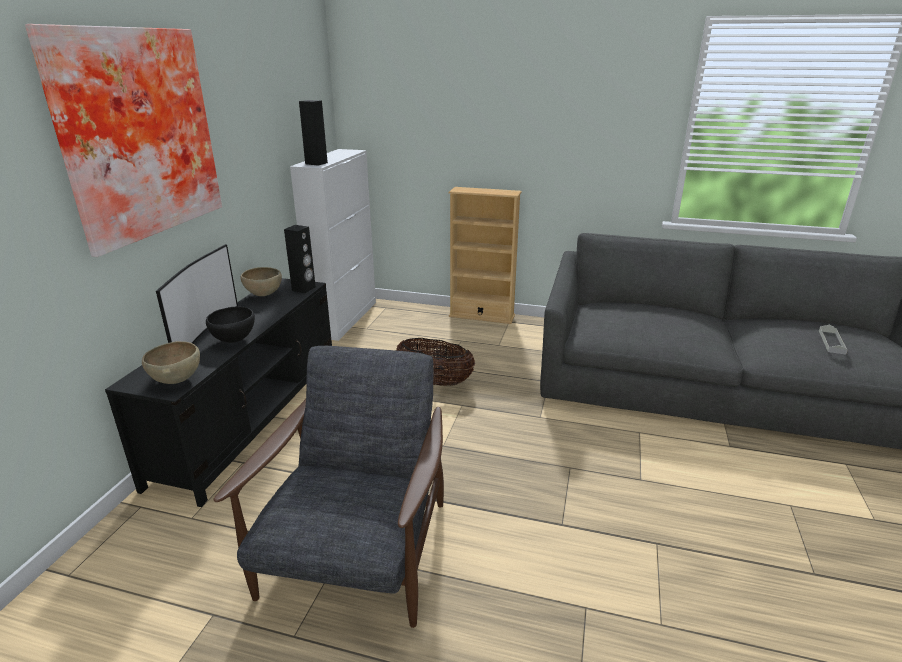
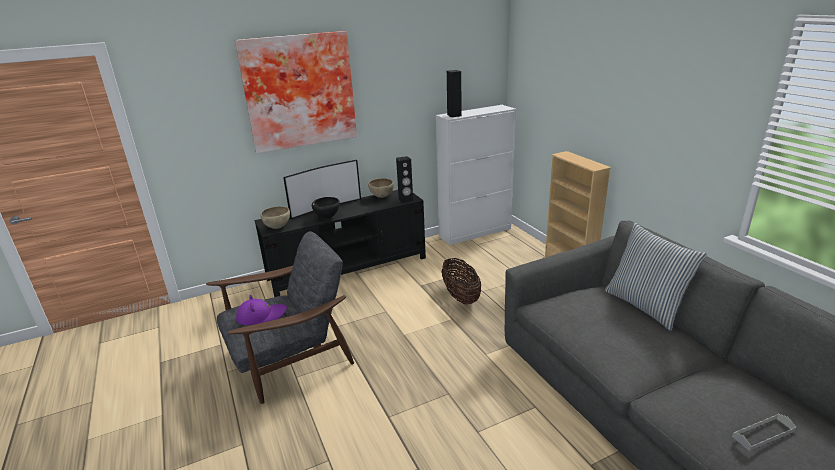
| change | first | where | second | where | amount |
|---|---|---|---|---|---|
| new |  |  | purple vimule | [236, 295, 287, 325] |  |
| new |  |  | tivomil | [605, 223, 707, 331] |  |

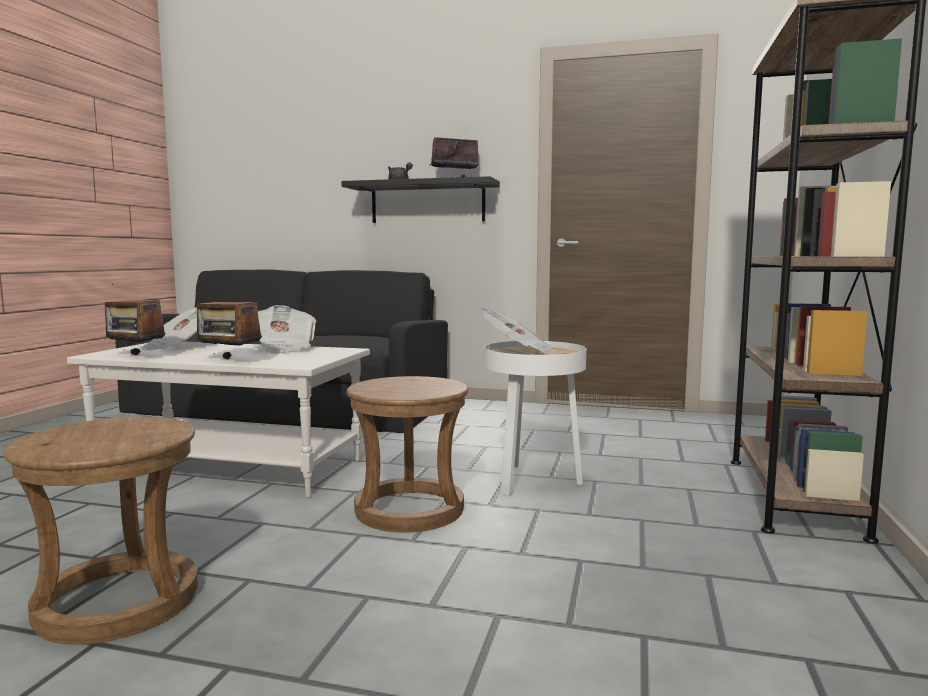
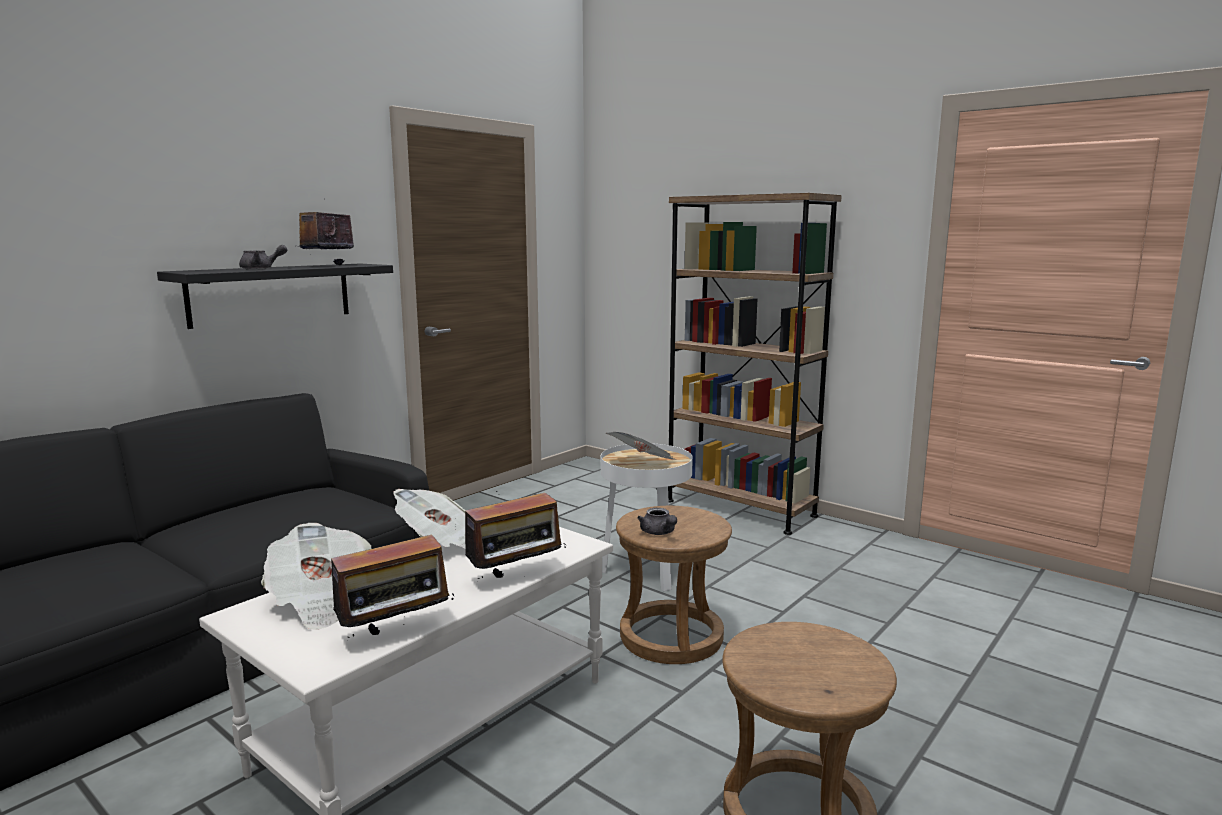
| change | first | where | second | where | amount |
|---|---|---|---|---|---|
| new |  |  | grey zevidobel | [637, 508, 677, 535] |  |

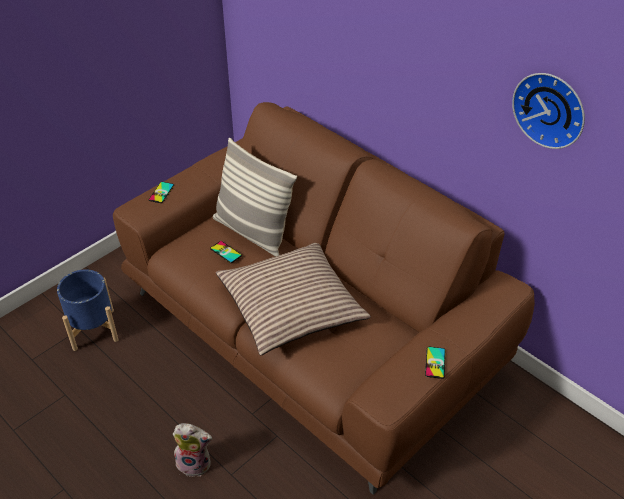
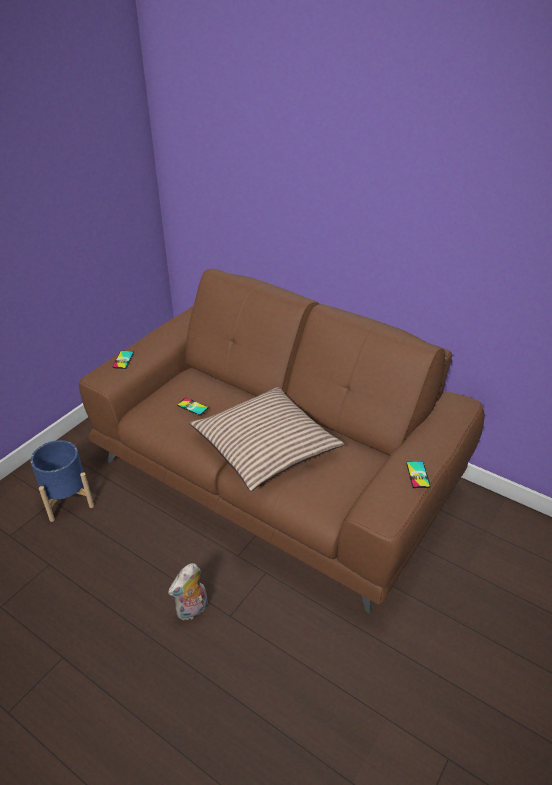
| change | first | where | second | where | amount |
|---|---|---|---|---|---|
| gone | tivomil | [213, 138, 297, 257] |  |  |  |
| gone | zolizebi | [512, 73, 585, 149] |  |  |  |
| rotated | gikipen | [173, 423, 212, 477] |  | [168, 563, 208, 620] | 135 degrees clockwise |

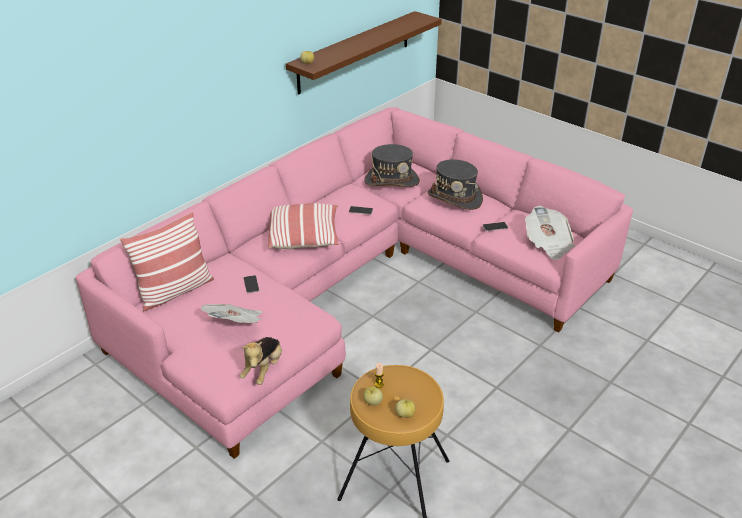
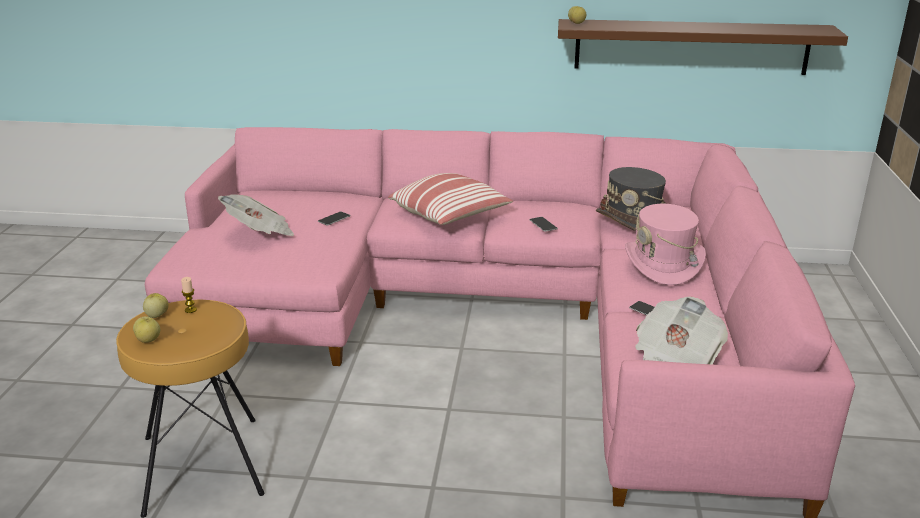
| change | first | where | second | where | amount |
|---|---|---|---|---|---|
| gone | tivomil | [120, 212, 214, 311] |  |  |  |
| gone | gikipen | [240, 337, 282, 385] |  |  |  |
| repainted | grey vimule | [427, 159, 483, 210] | pink vimule | [625, 204, 706, 285] |  |

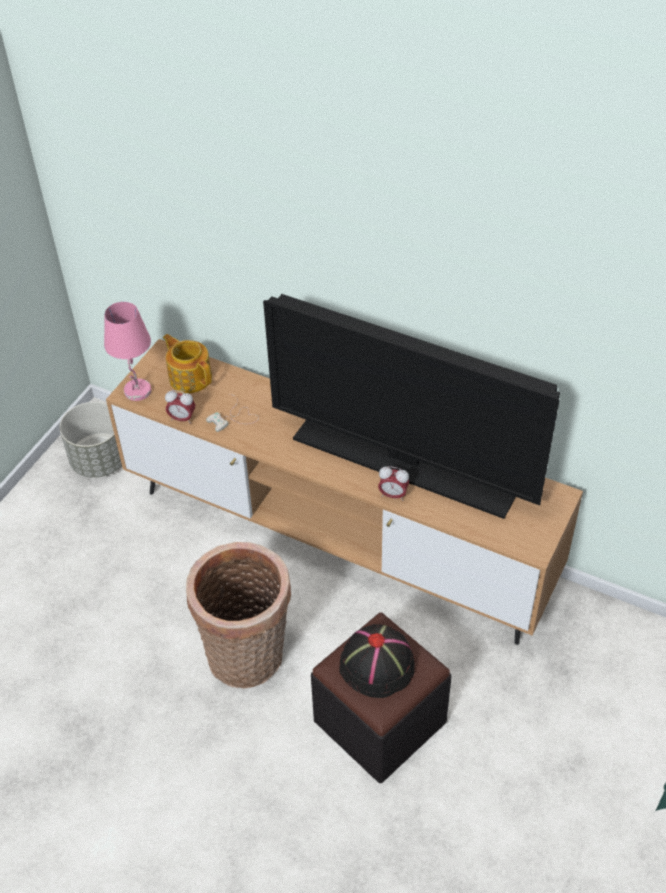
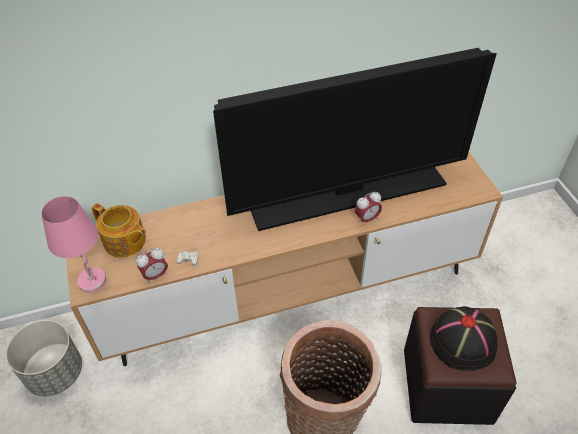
| change | first | where | second | where | amount |
|---|---|---|---|---|---|
| rotated | zevidobel | [163, 334, 212, 393] |  | [91, 203, 146, 257] | 150 degrees counterclockwise |

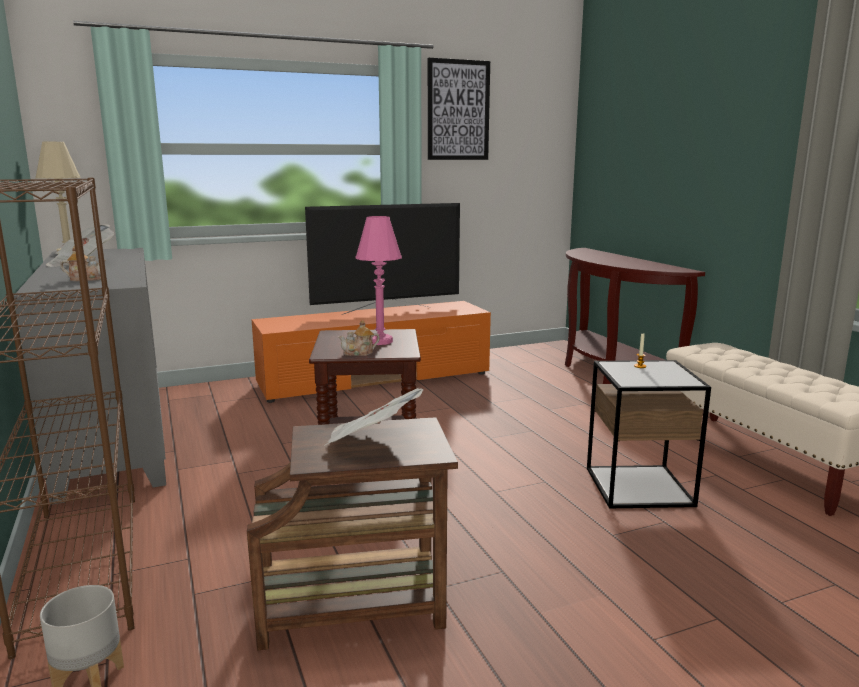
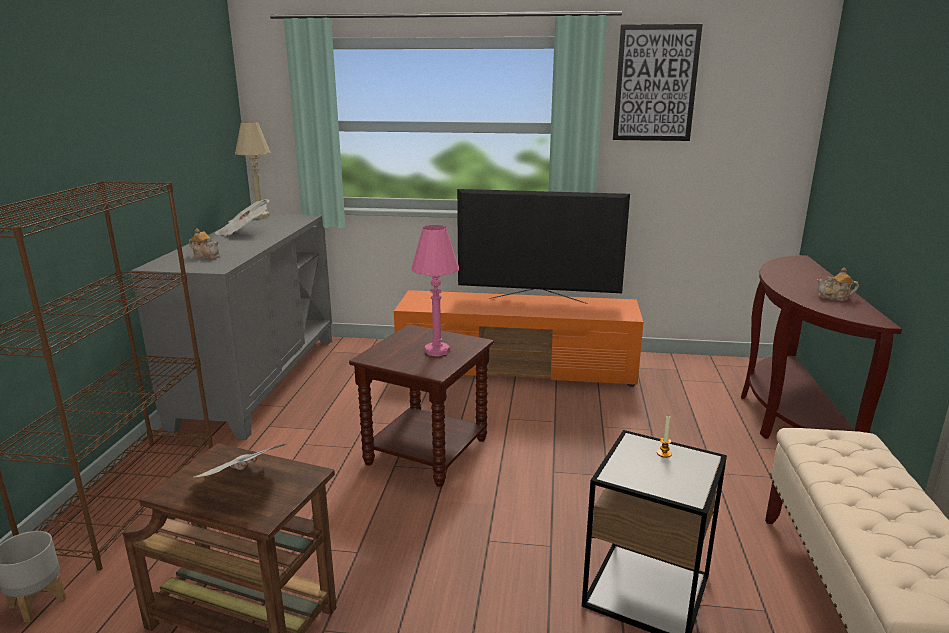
| change | first | where | second | where | amount |
|---|---|---|---|---|---|
| shifted | zevidobel | [339, 320, 380, 356] |  | [817, 267, 859, 301] |  |

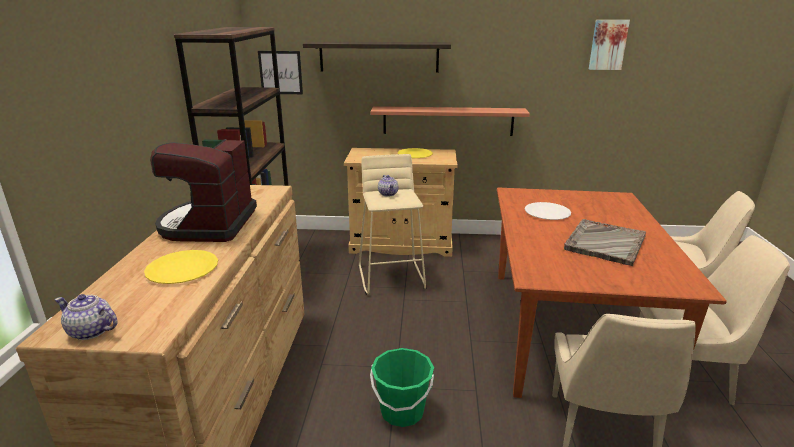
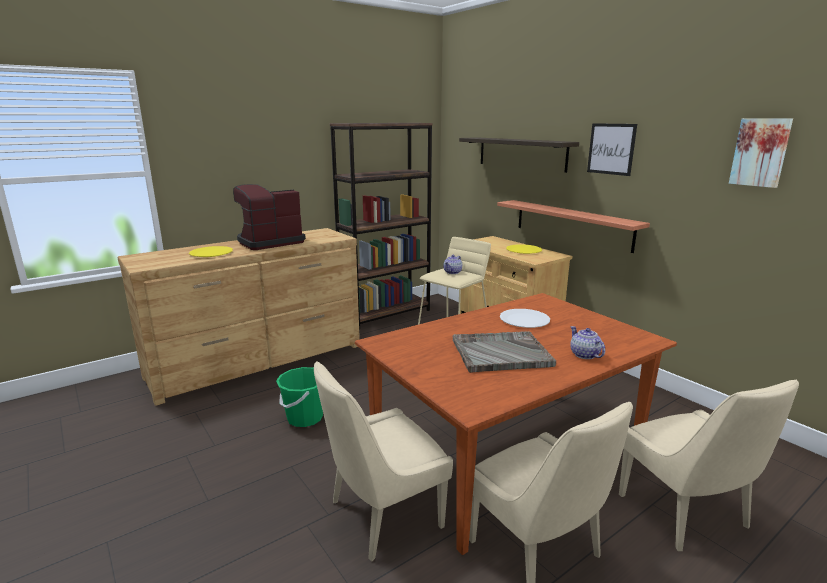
| change | first | where | second | where | amount |
|---|---|---|---|---|---|
| shifted | zevidobel | [54, 294, 117, 340] |  | [570, 326, 605, 359] |  |
| shifted | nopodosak | [258, 51, 303, 94] |  | [587, 123, 637, 176] |  |

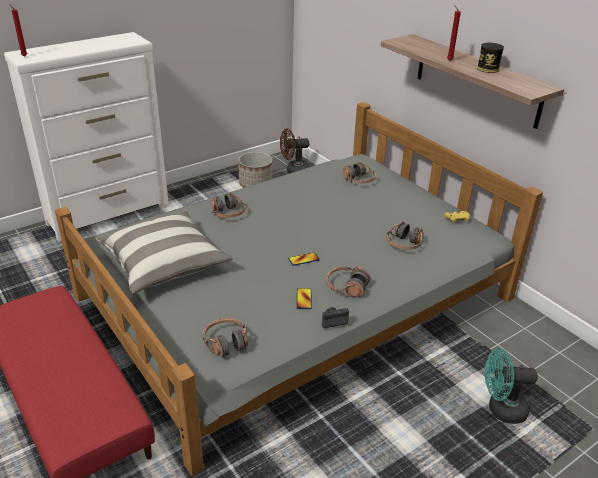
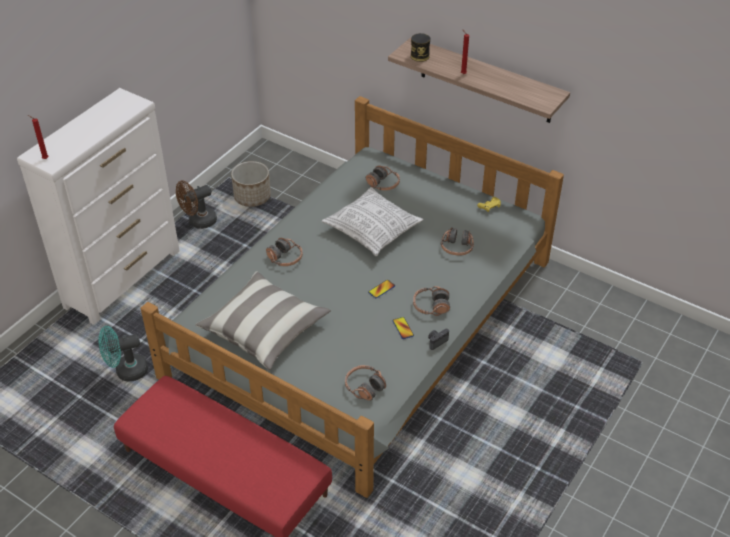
| change | first | where | second | where | amount |
|---|---|---|---|---|---|
| new |  |  | tivomil | [322, 187, 424, 256] |  |
| shifted | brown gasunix | [280, 129, 310, 173] |  | [176, 180, 217, 229] |  |
| shifted | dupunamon | [477, 43, 504, 73] |  | [411, 33, 430, 62] |  |
| shifted | turquoise gasunix | [485, 348, 537, 424] |  | [99, 326, 148, 381] |  |

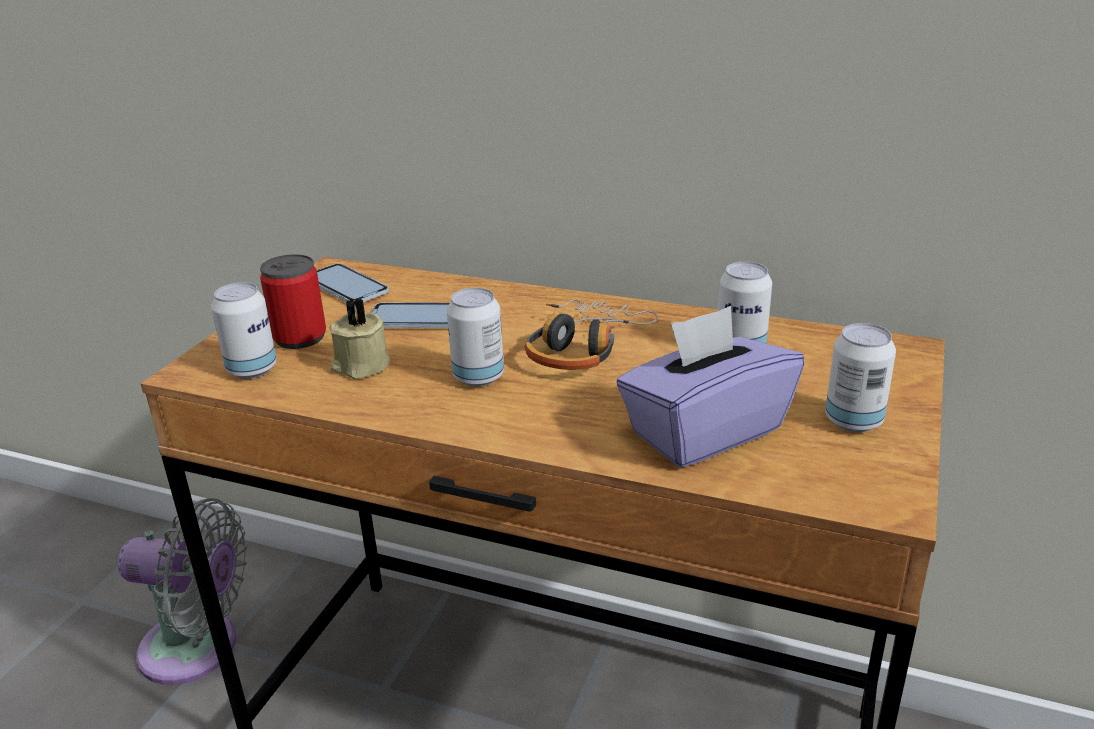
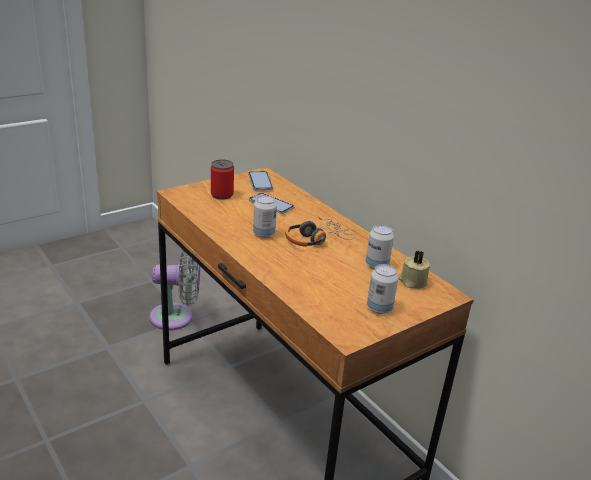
| change | first | where | second | where | amount |
|---|---|---|---|---|---|
| gone | dupunamon | [211, 282, 277, 379] |  |  |  |
| gone | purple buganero | [616, 306, 805, 467] |  |  |  |
| shifted | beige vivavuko | [329, 298, 391, 379] |  | [398, 250, 430, 289] |  |
| rotated | grey gasunix | [118, 498, 247, 685] |  | [149, 250, 200, 330] | 45 degrees counterclockwise |

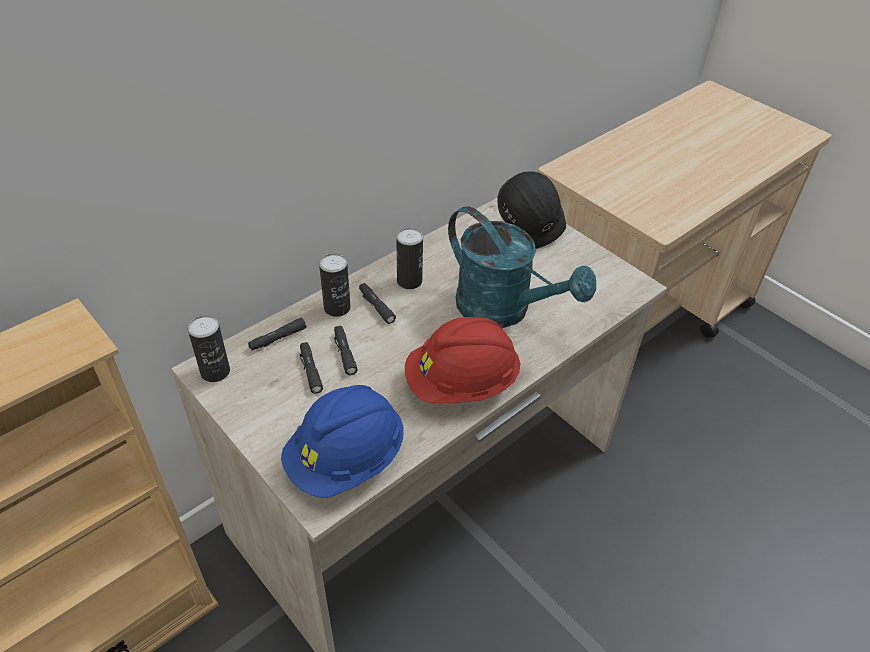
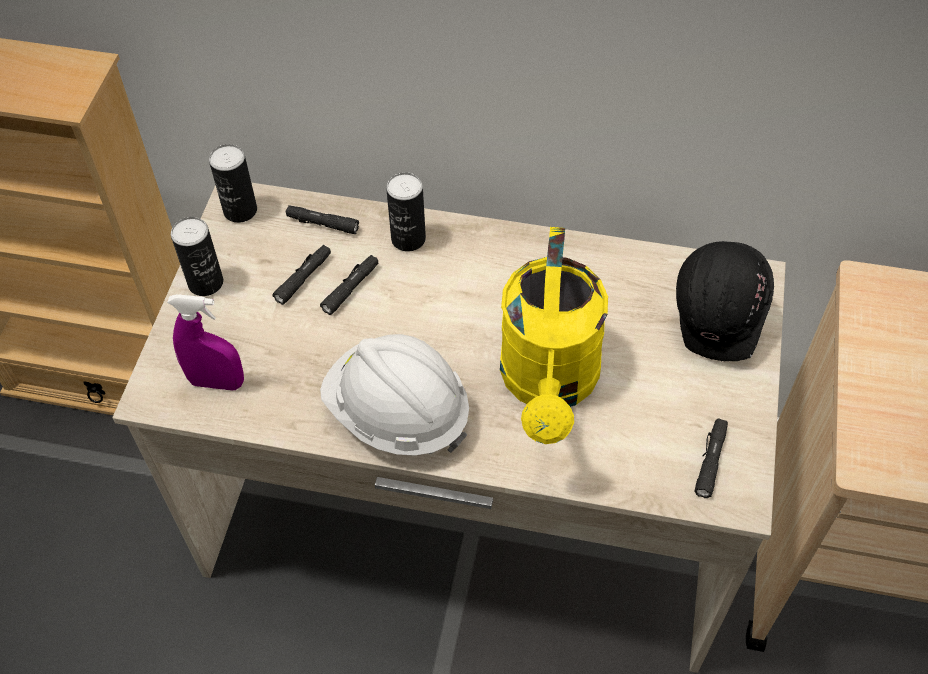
| change | first | where | second | where | amount |
|---|---|---|---|---|---|
| shifted | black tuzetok | [359, 283, 396, 324] |  | [694, 418, 728, 498] |  |
| shifted | dupunamon | [396, 228, 423, 289] |  | [171, 217, 223, 296] |  |
| swapped | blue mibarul | [281, 385, 404, 498] | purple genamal | [167, 294, 244, 390] |  |
| repainted | red mibarul | [405, 317, 520, 403] | white mibarul | [320, 334, 469, 456] |  |
| repainted | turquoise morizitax | [448, 206, 596, 328] | yellow morizitax | [500, 227, 608, 444] |  |

